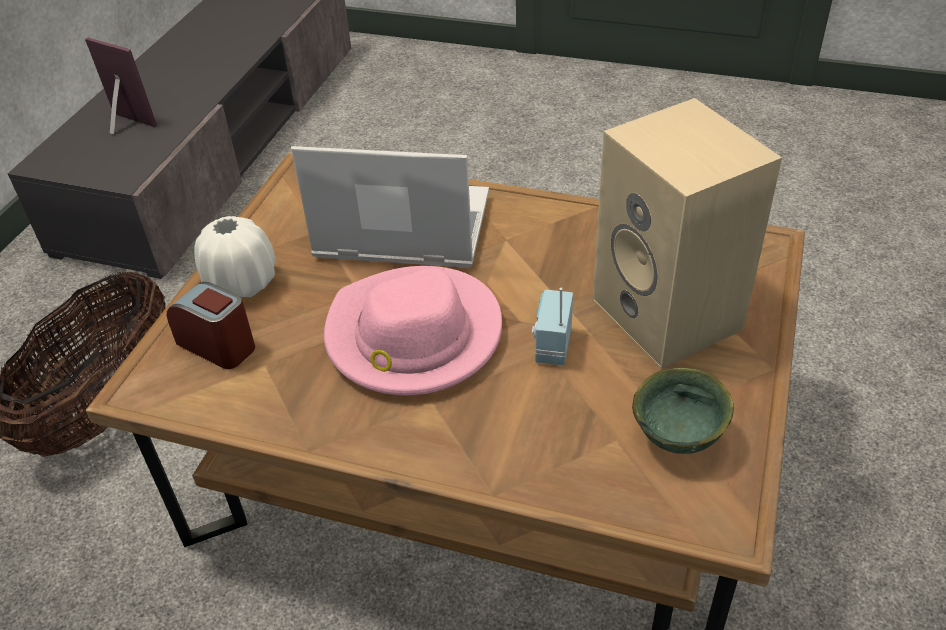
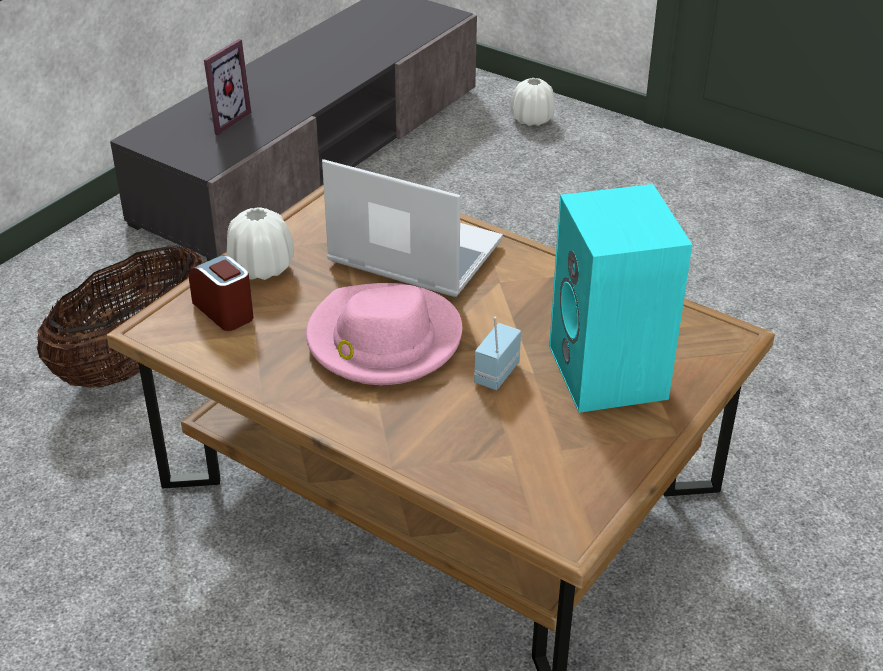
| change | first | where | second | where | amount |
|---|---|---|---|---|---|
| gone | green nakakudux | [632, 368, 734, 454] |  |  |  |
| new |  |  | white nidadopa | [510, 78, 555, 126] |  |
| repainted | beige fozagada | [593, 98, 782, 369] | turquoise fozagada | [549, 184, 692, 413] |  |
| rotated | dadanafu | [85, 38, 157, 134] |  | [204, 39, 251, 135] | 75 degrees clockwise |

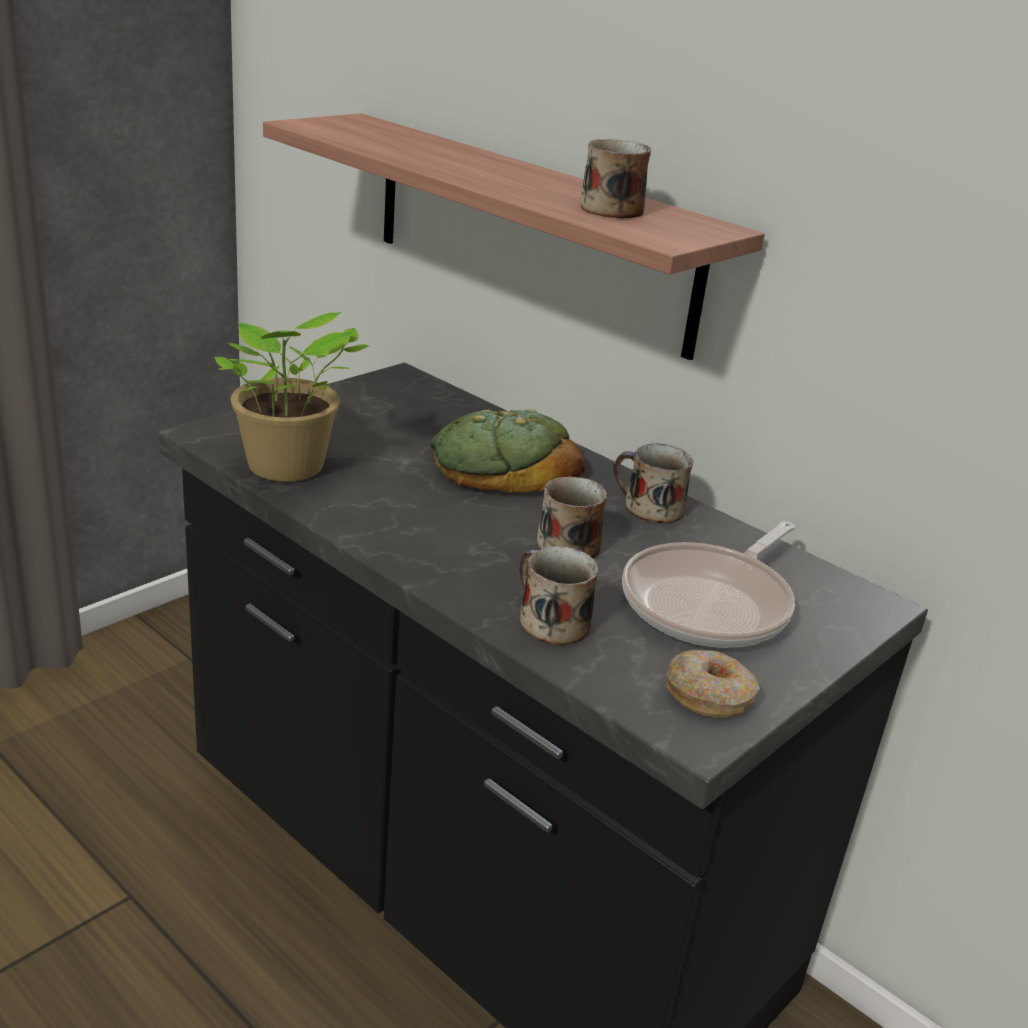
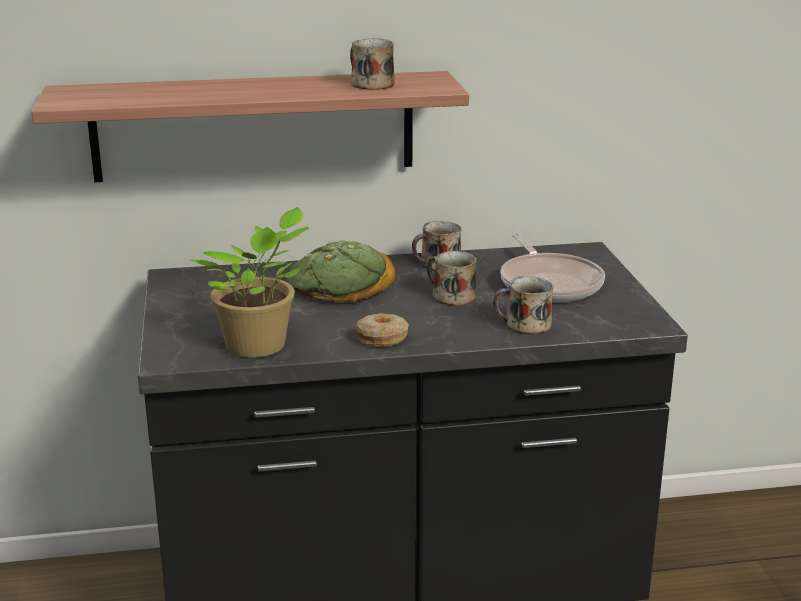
| change | first | where | second | where | amount |
|---|---|---|---|---|---|
| shifted | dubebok | [666, 650, 760, 718] |  | [355, 313, 409, 347] |  |

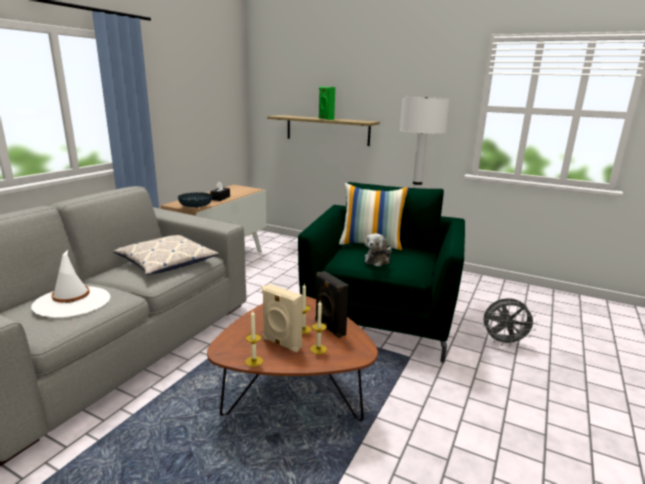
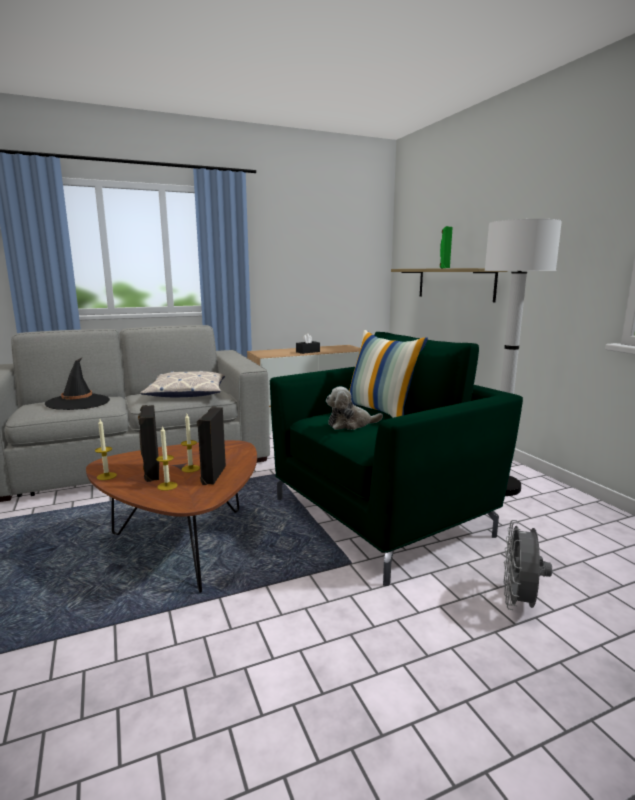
| change | first | where | second | where | amount |
|---|---|---|---|---|---|
| gone | nakakudux | [178, 192, 213, 208] |  |  |  |
| repainted | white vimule | [31, 250, 110, 318] | black vimule | [44, 358, 110, 410] |  |
| repainted | beige fozagada | [262, 284, 303, 352] | black fozagada | [138, 405, 159, 482] |  |
| rotated | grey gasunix | [482, 298, 537, 347] |  | [504, 520, 552, 610] | 60 degrees clockwise |

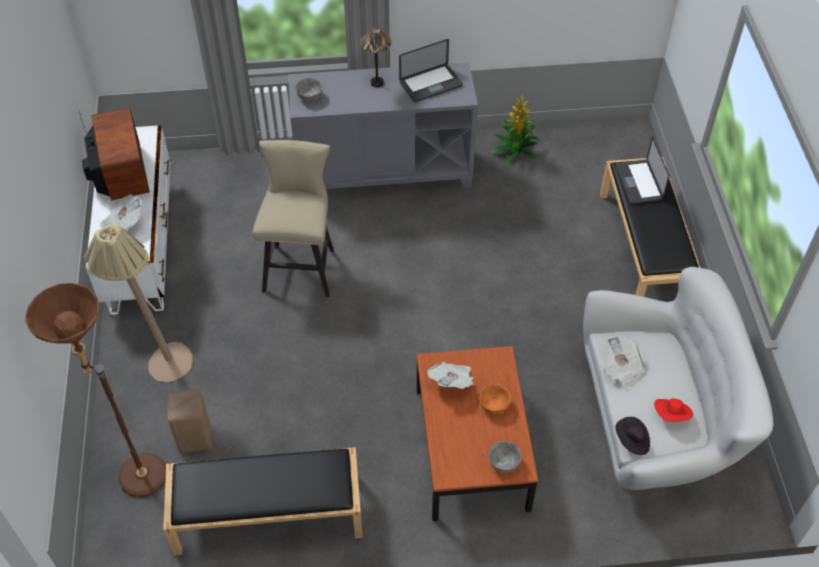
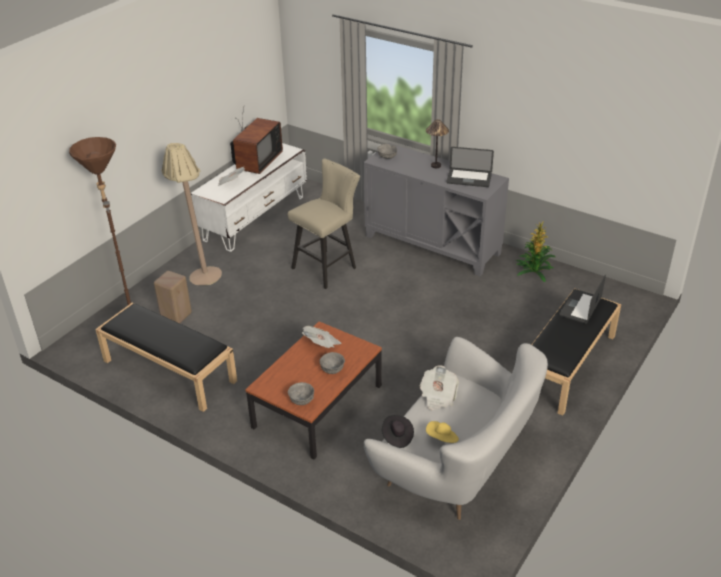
| change | first | where | second | where | amount |
|---|---|---|---|---|---|
| repainted | orange nakakudux | [479, 384, 511, 414] | grey nakakudux | [320, 352, 345, 374] |  |
| repainted | red vimule | [654, 399, 693, 422] | yellow vimule | [426, 421, 459, 443] |  |

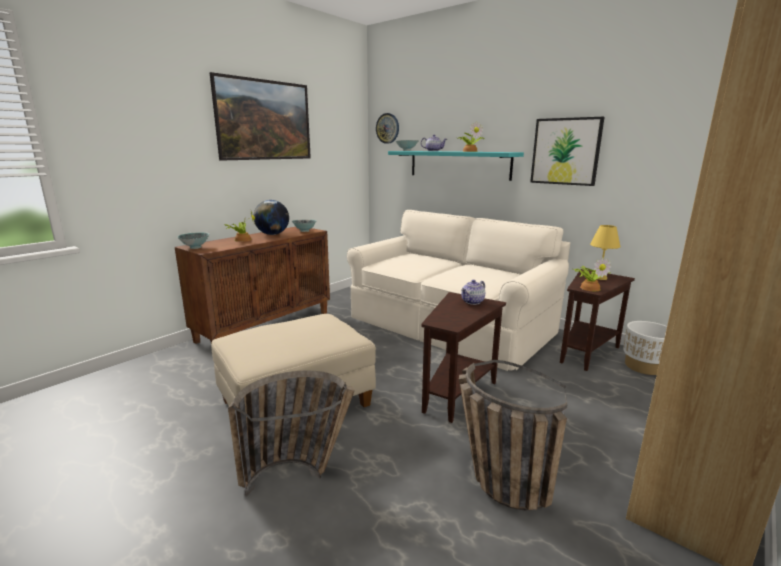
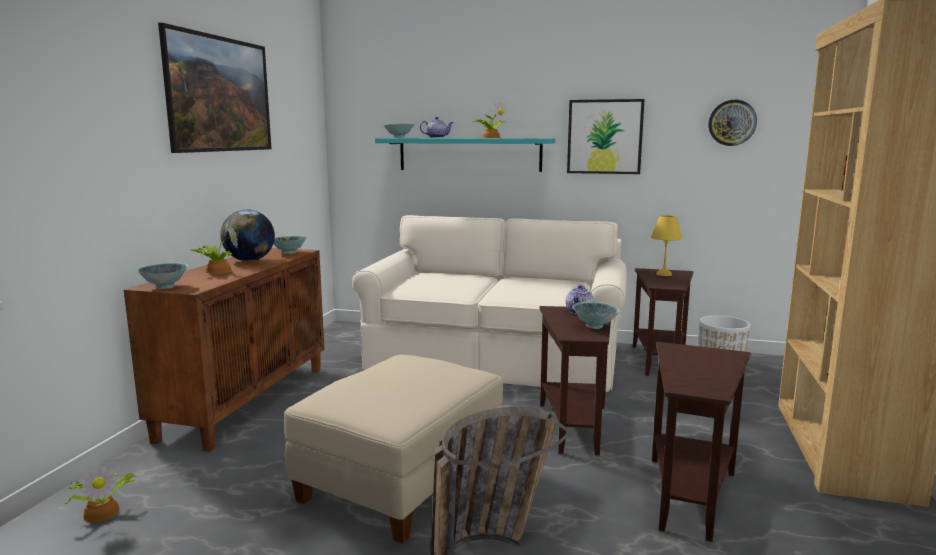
| change | first | where | second | where | amount |
|---|---|---|---|---|---|
| new |  |  | nakakudux | [572, 302, 620, 329] |  |
| shifted | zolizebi | [376, 113, 399, 144] |  | [708, 100, 757, 146] |  |
| shifted | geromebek | [573, 257, 611, 291] |  | [65, 466, 136, 522] |  |
| swapped | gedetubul | [459, 360, 568, 510] | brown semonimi | [652, 342, 751, 542] |  |

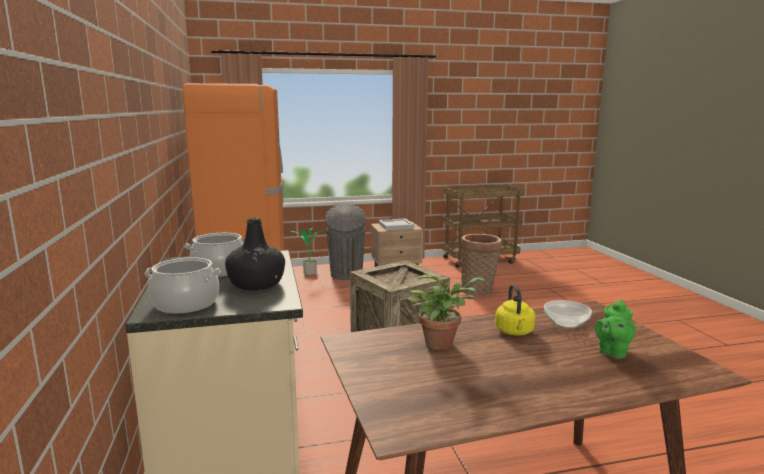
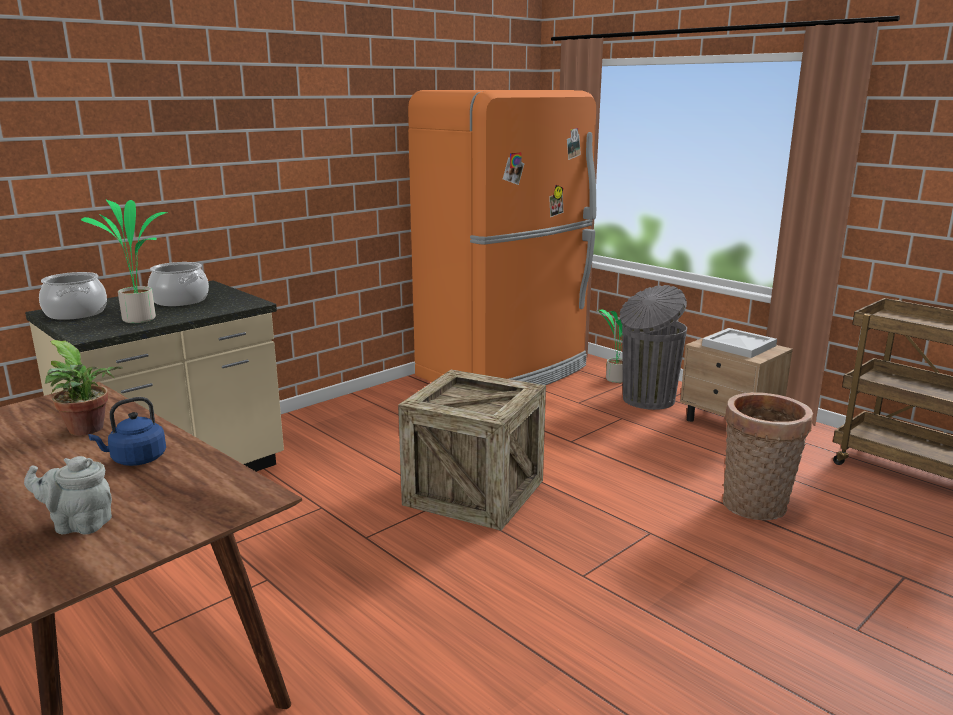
| change | first | where | second | where | amount |
|---|---|---|---|---|---|
| gone | nakakudux | [544, 300, 592, 328] |  |  |  |
| swapped | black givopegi | [225, 217, 285, 290] | geromebek | [81, 199, 167, 323] |  |
| repainted | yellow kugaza | [495, 284, 535, 336] | blue kugaza | [89, 397, 166, 466] |  |
| repainted | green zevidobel | [595, 299, 636, 359] | grey zevidobel | [24, 456, 112, 535] |  |

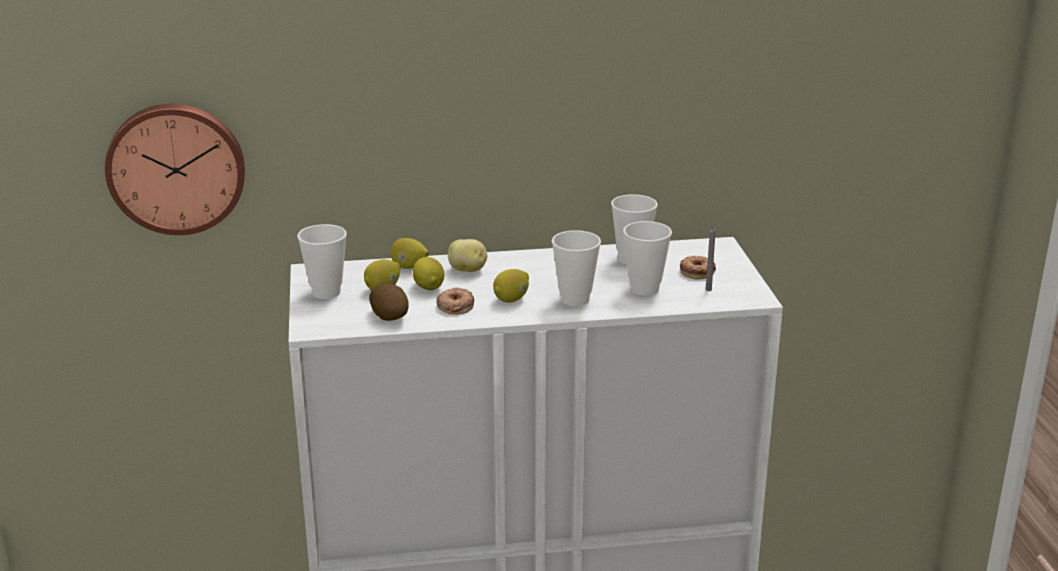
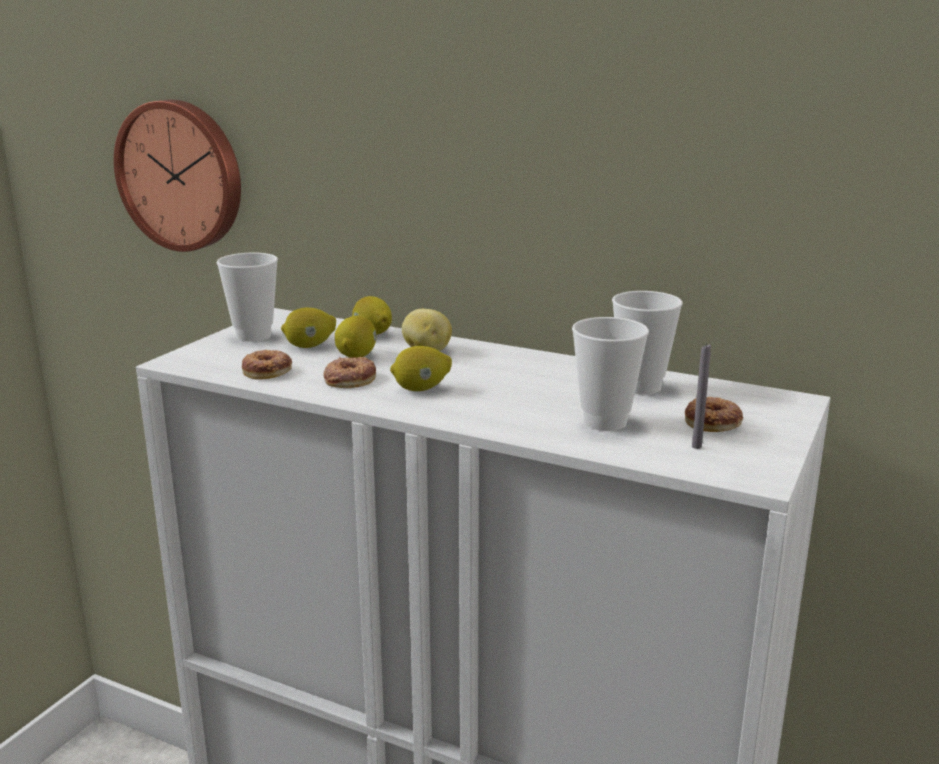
| change | first | where | second | where | amount |
|---|---|---|---|---|---|
| gone | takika | [552, 230, 601, 306] |  |  |  |
| swapped | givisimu | [369, 283, 409, 321] | dubebok | [242, 350, 292, 380] |  |

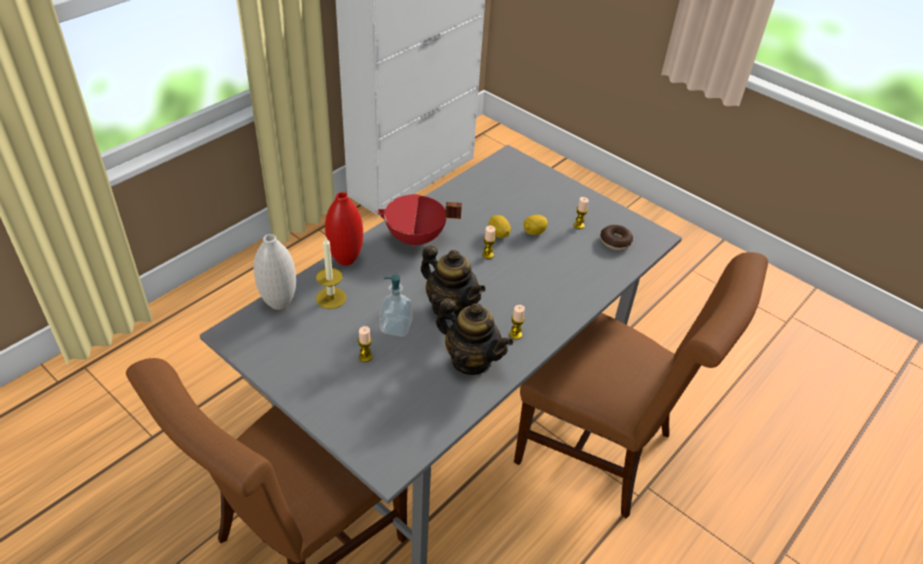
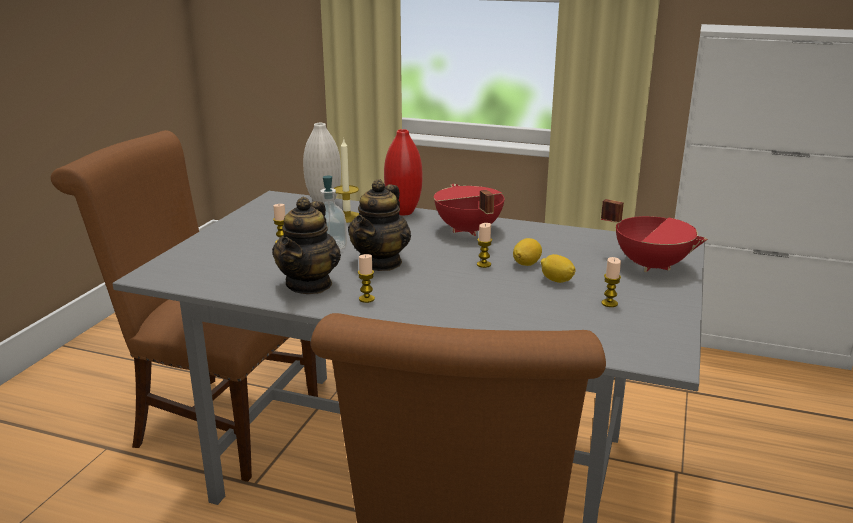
| change | first | where | second | where | amount |
|---|---|---|---|---|---|
| gone | dubebok | [600, 225, 633, 250] |  |  |  |
| new |  |  | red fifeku | [601, 199, 708, 272] |  |

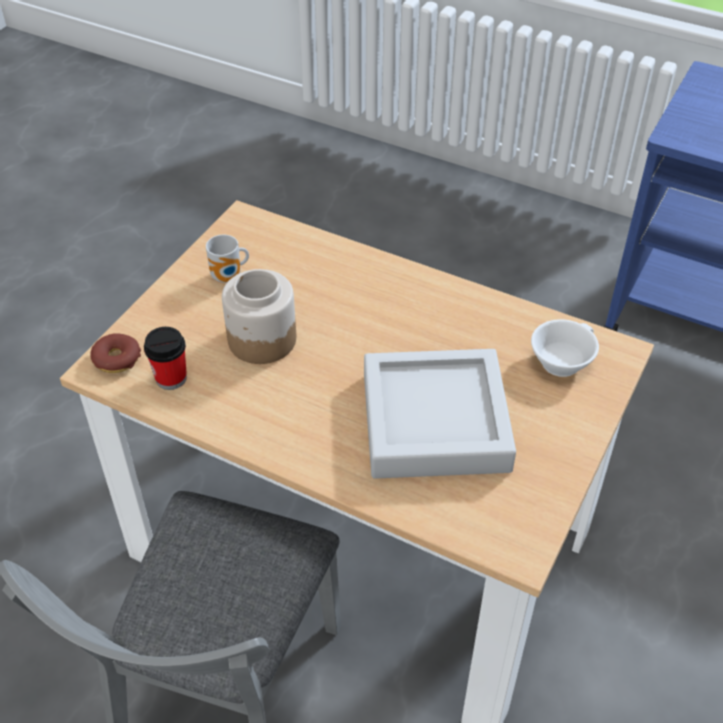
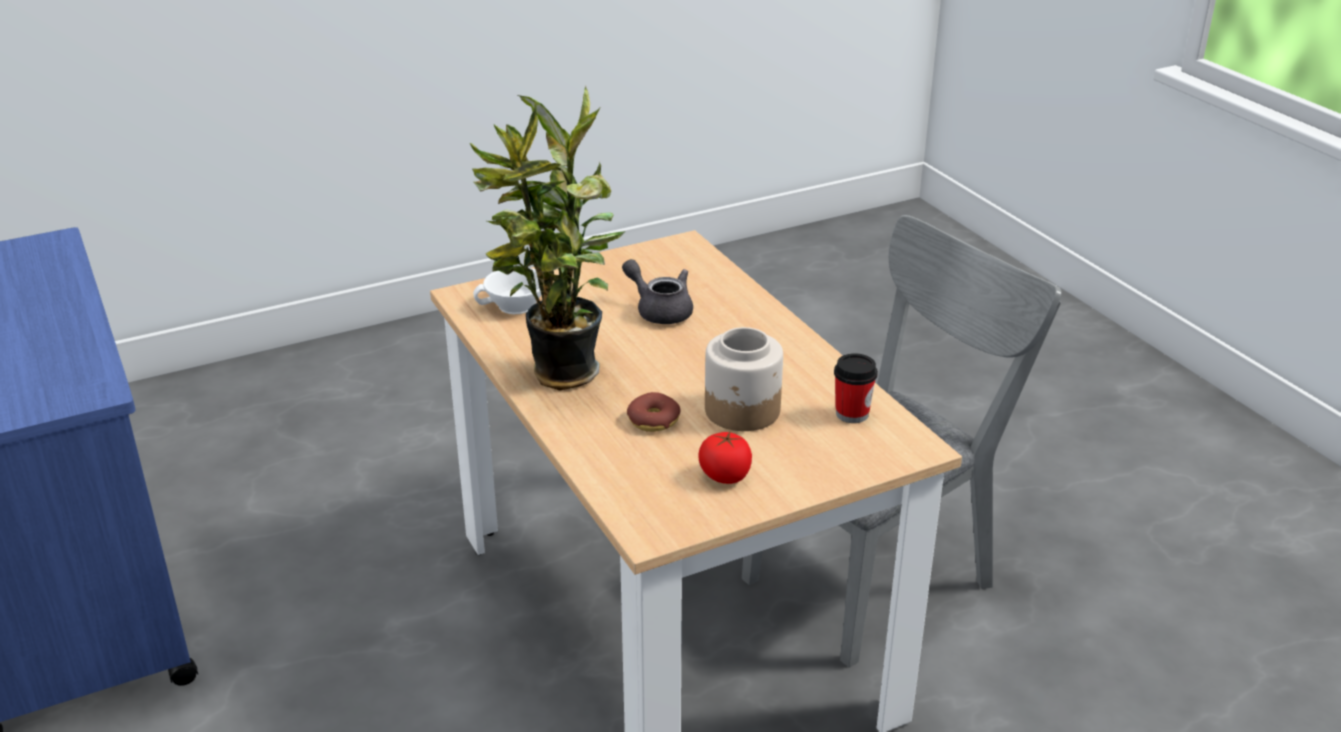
| change | first | where | second | where | amount |
|---|---|---|---|---|---|
| new |  |  | geromebek | [470, 86, 626, 391] |  |
| shifted | dubebok | [90, 333, 141, 373] |  | [627, 392, 680, 432] |  |
| swapped | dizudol | [206, 235, 249, 283] | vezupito | [699, 432, 752, 484] |  |
| swapped | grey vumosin | [364, 349, 516, 479] | grey zevidobel | [622, 259, 693, 324] |  |

